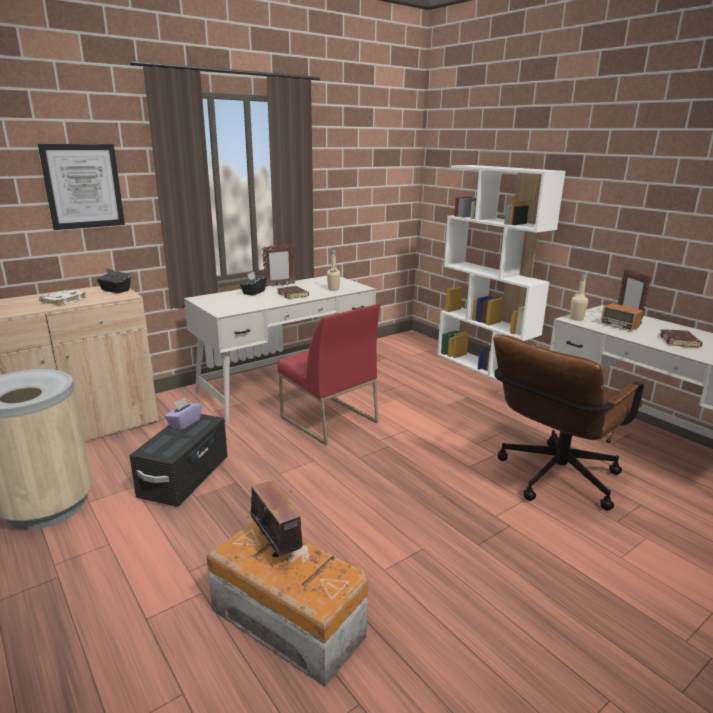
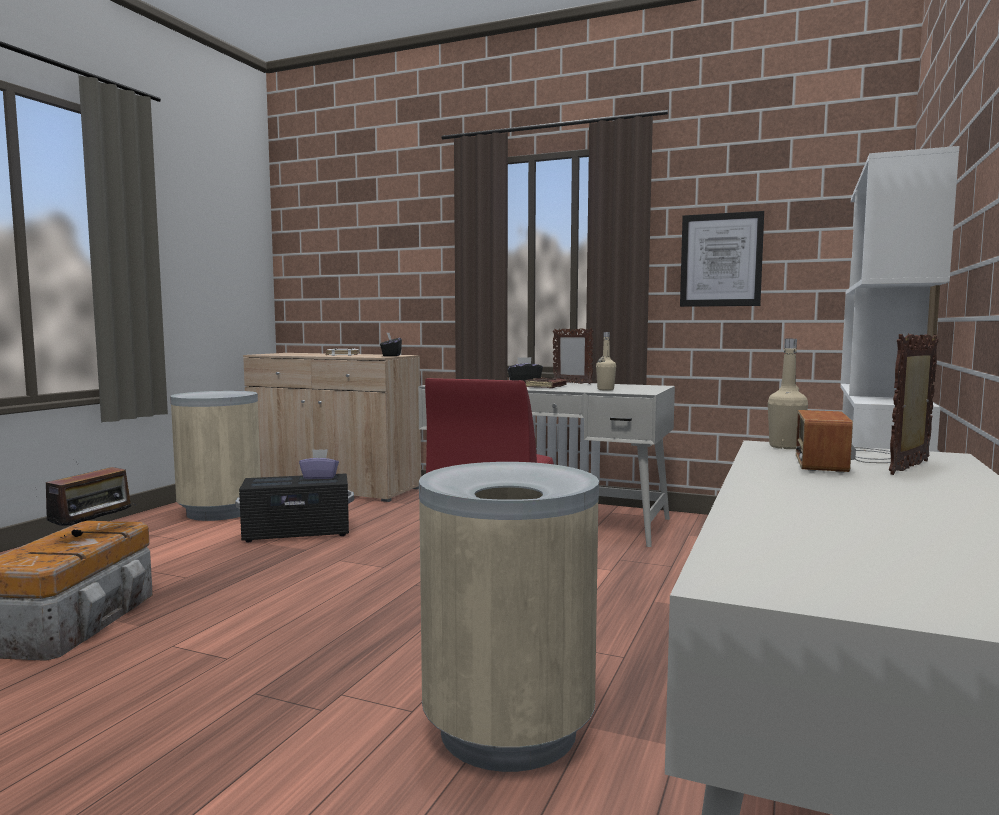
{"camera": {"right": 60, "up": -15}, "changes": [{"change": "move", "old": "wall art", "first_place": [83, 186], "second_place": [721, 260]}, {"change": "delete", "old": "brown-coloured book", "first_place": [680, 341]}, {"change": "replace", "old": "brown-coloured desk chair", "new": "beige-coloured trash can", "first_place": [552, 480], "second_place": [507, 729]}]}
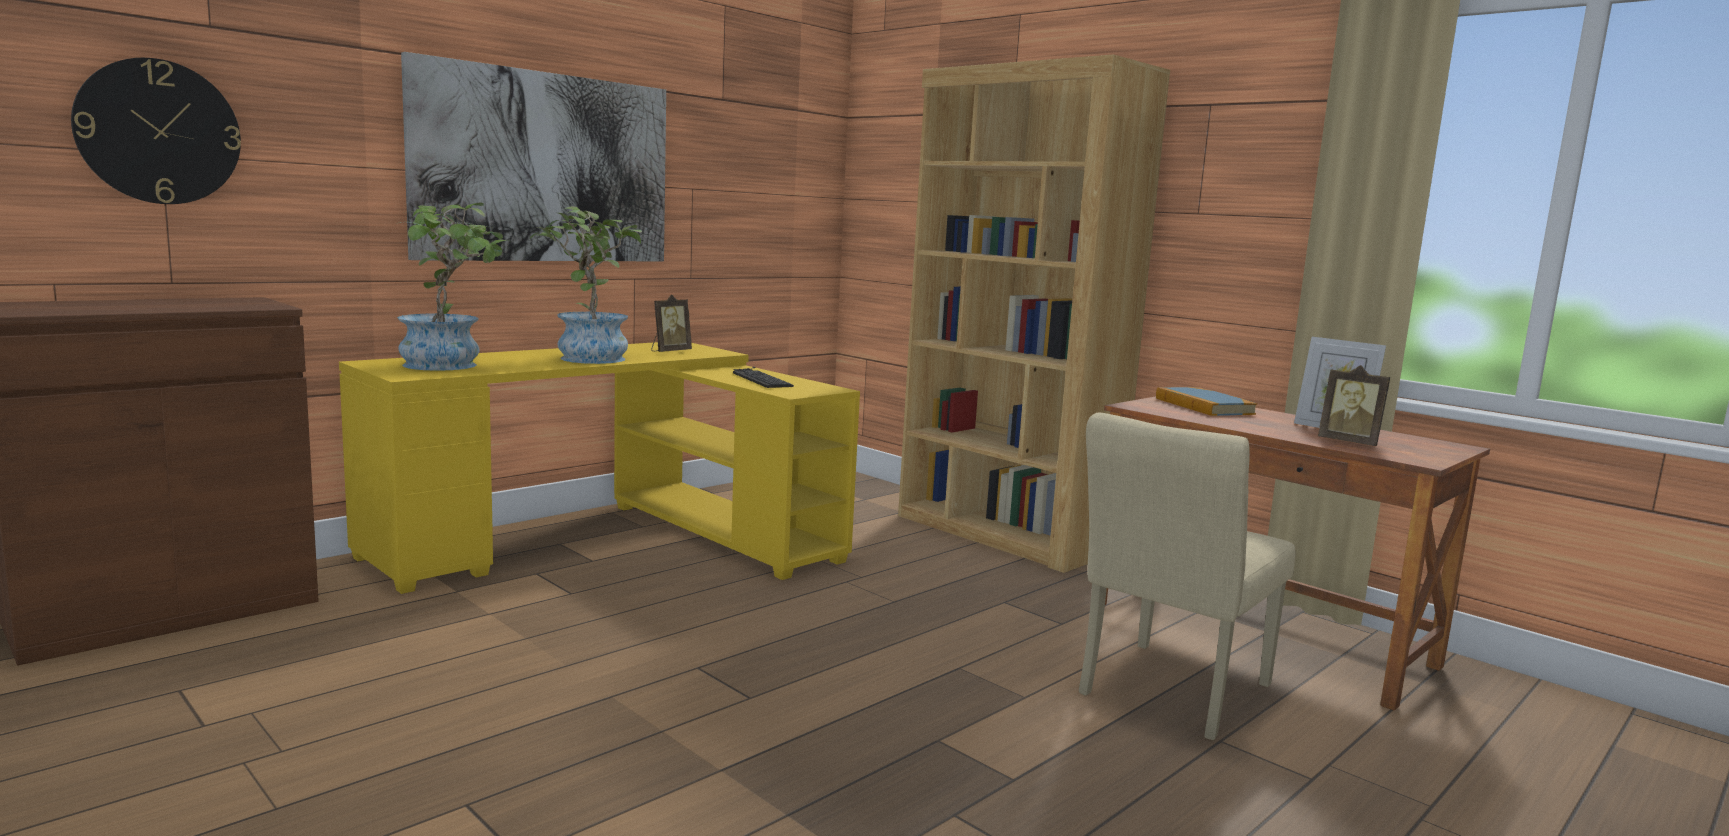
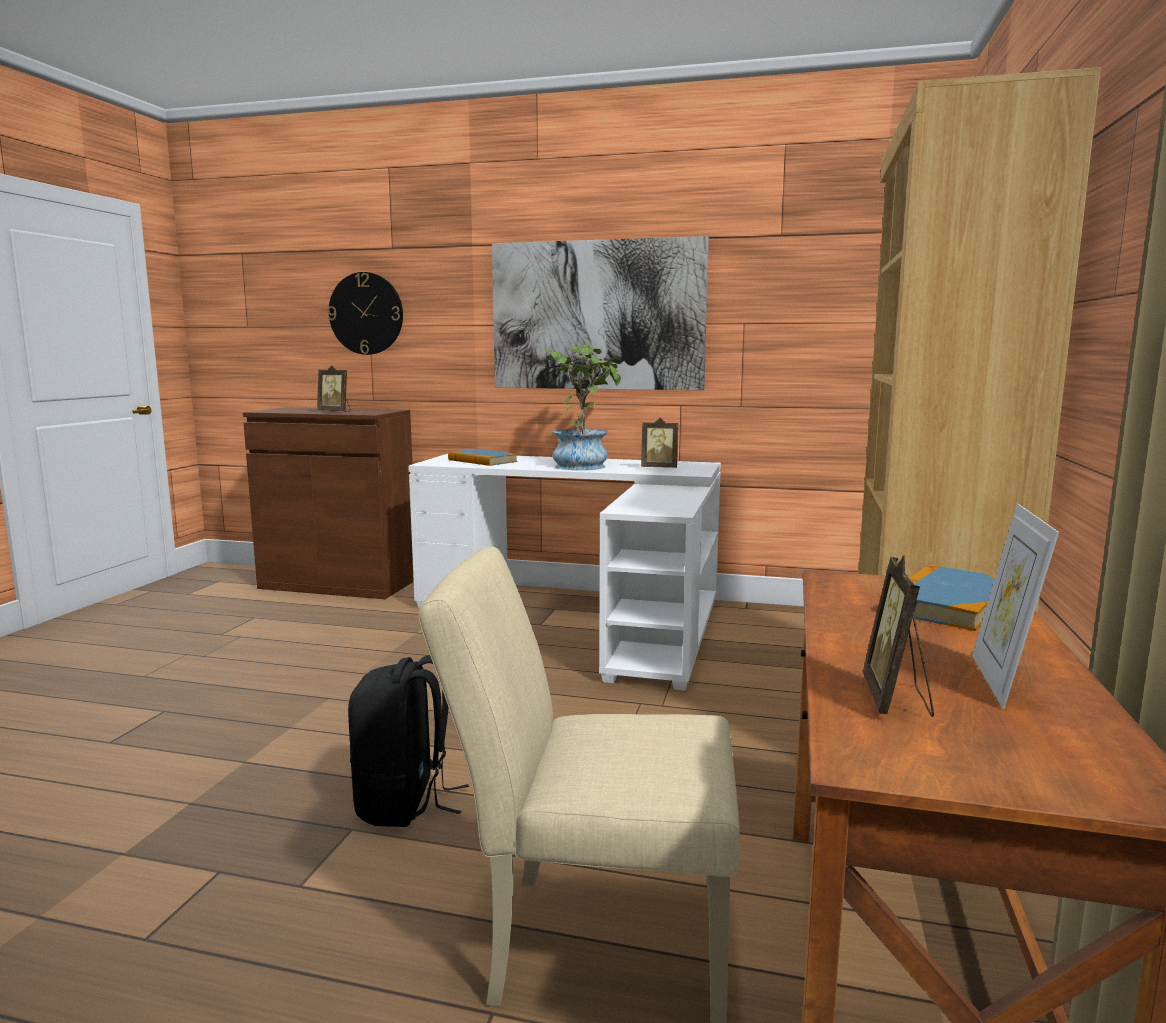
{"camera": {"right": 60, "up": 0}, "changes": [{"change": "replace", "old": "houseplant", "new": "book", "first_place": [452, 365], "second_place": [482, 461]}, {"change": "recolor", "old": "yellow-coloured desk", "new": "whitish desk", "first_place": [616, 540], "second_place": [588, 617]}, {"change": "delete", "old": "computer keyboard", "first_place": [759, 378]}, {"change": "insert", "new": "photo frame", "second_place": [335, 412]}, {"change": "insert", "new": "blackish backpack", "second_place": [405, 803]}]}
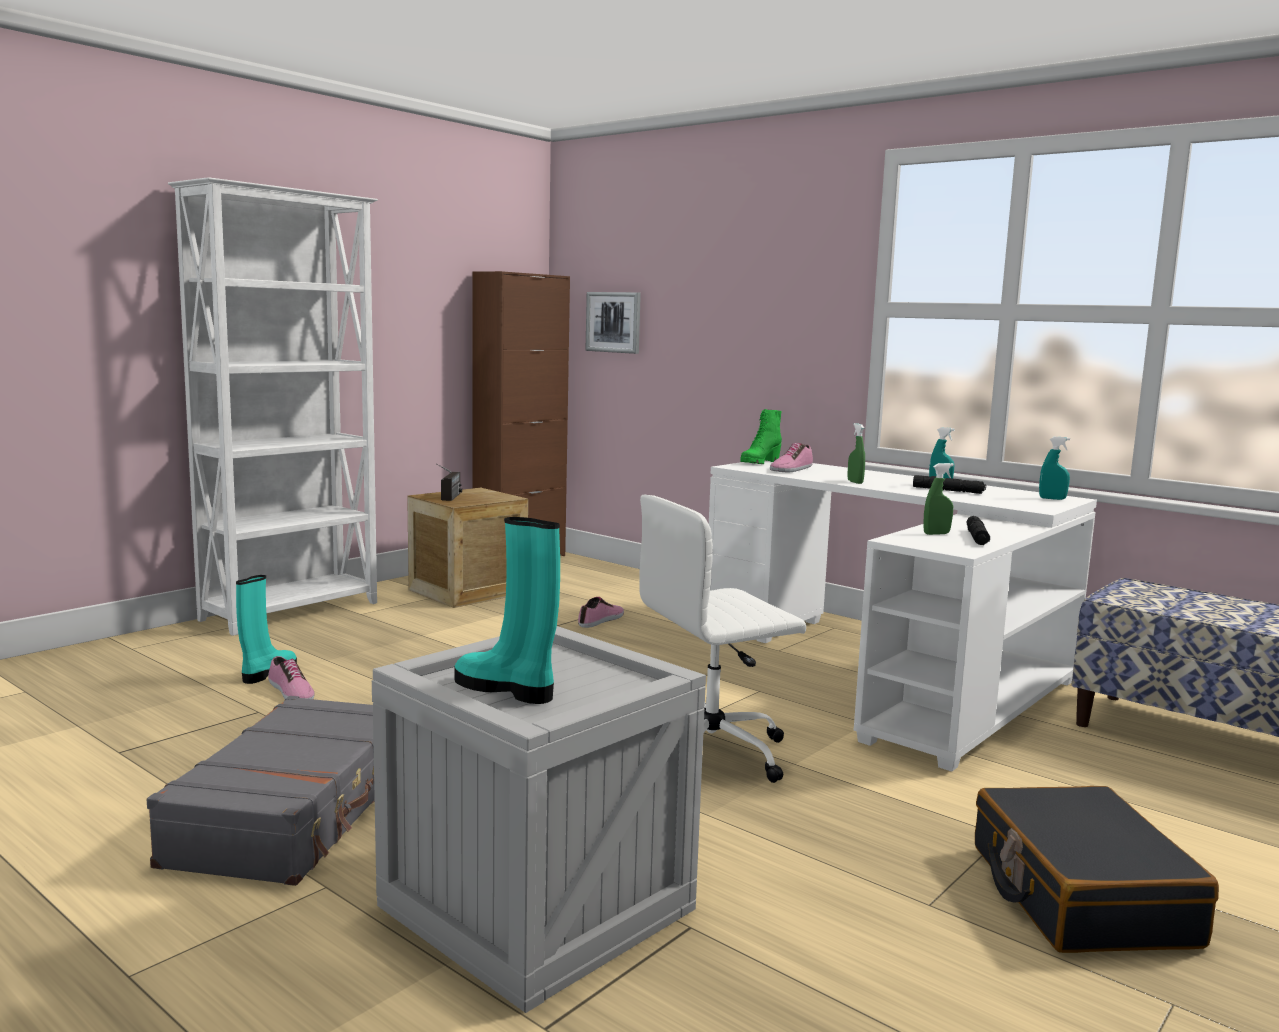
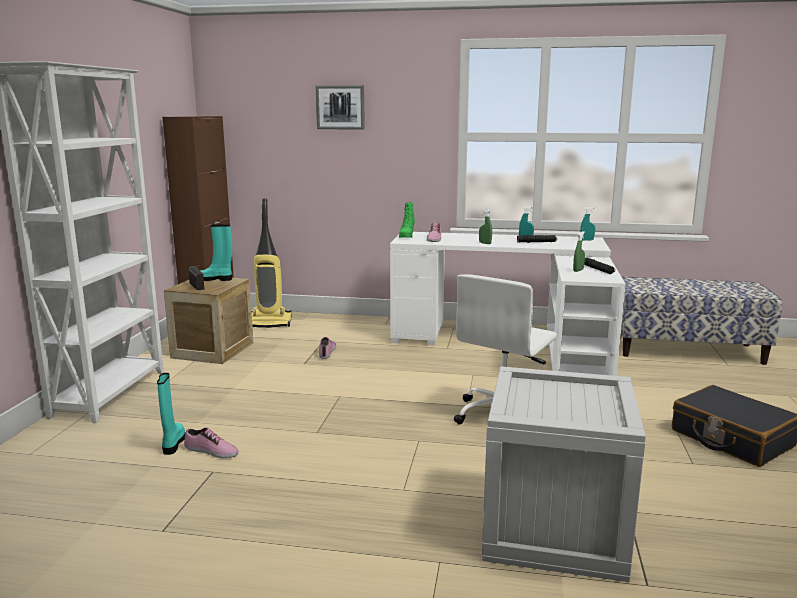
{"camera": {"right": -30, "up": 5}, "changes": [{"change": "move", "old": "wall art", "first_place": [613, 322], "second_place": [340, 107]}, {"change": "move", "old": "blue-green high-top boot", "first_place": [507, 689], "second_place": [215, 279]}, {"change": "delete", "old": "gray suitcase", "first_place": [296, 811]}, {"change": "insert", "new": "vacuum", "second_place": [269, 323]}]}
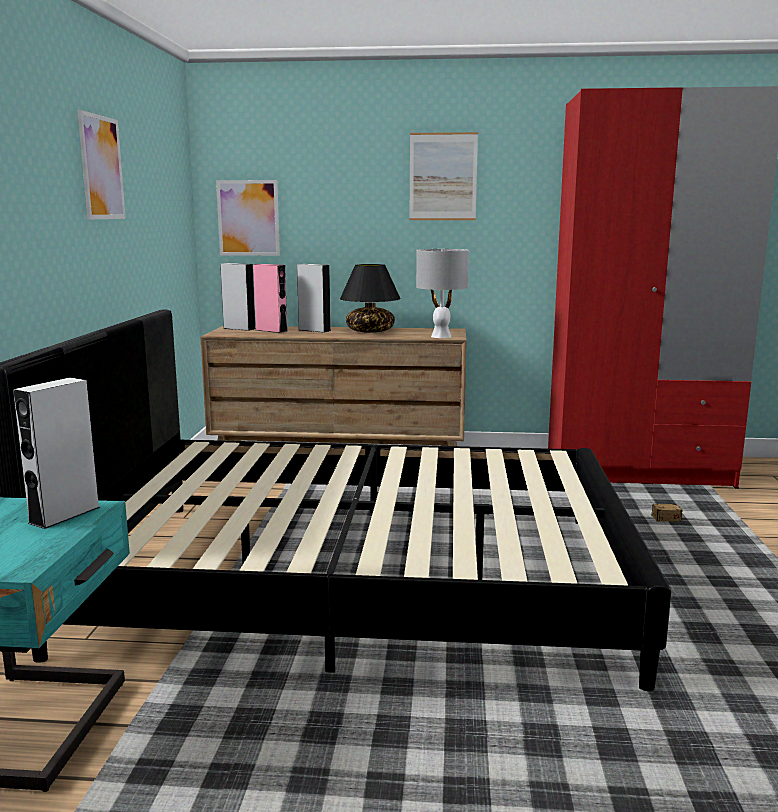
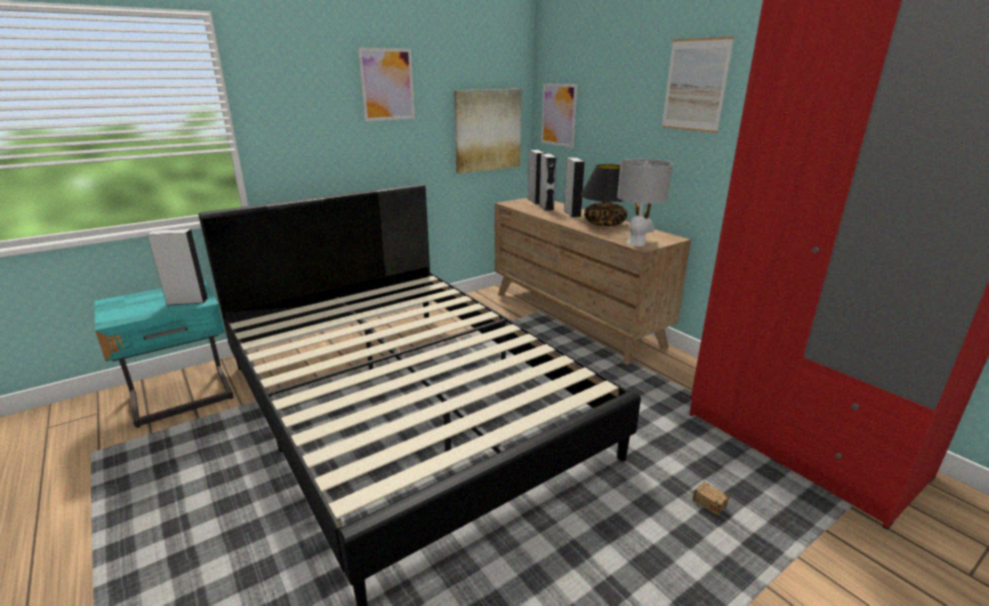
{"camera": {"right": 50, "up": 10}, "changes": [{"change": "recolor", "old": "pink audio speaker", "new": "gray audio speaker", "first_place": [271, 330], "second_place": [546, 207]}, {"change": "insert", "new": "wall art", "second_place": [487, 130]}]}
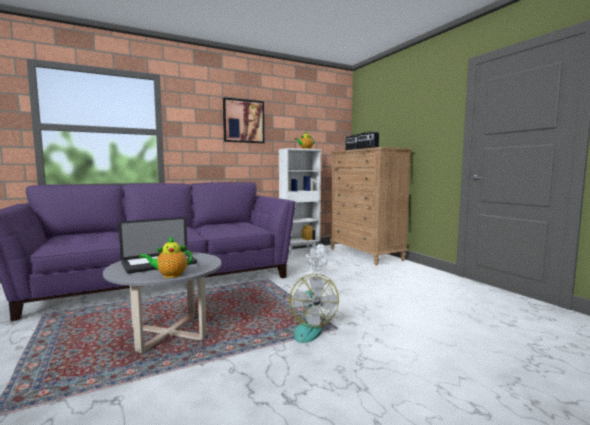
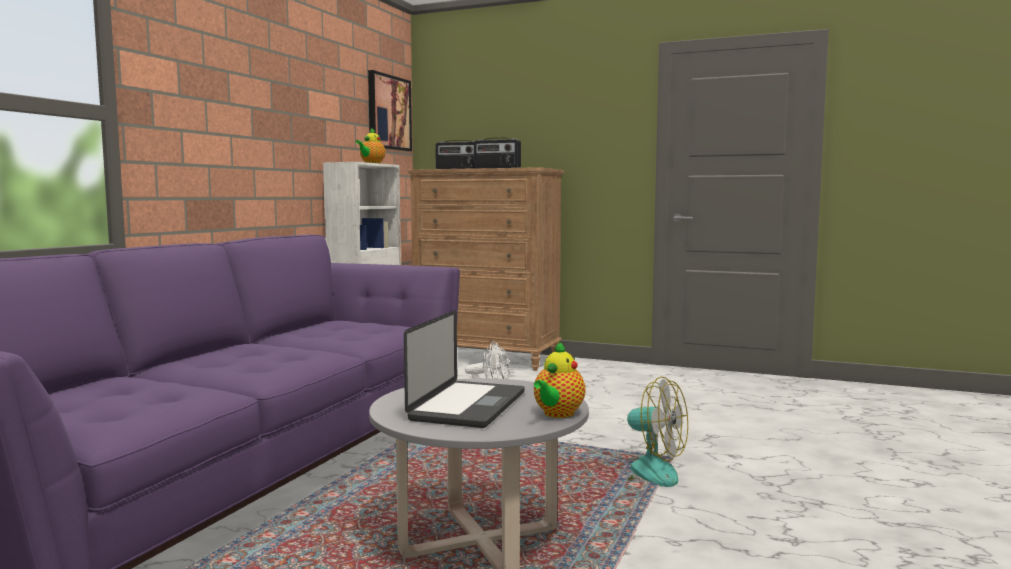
{"camera": {"right": -40, "up": 0}, "changes": [{"change": "move", "old": "wall art", "first_place": [243, 121], "second_place": [388, 112]}]}
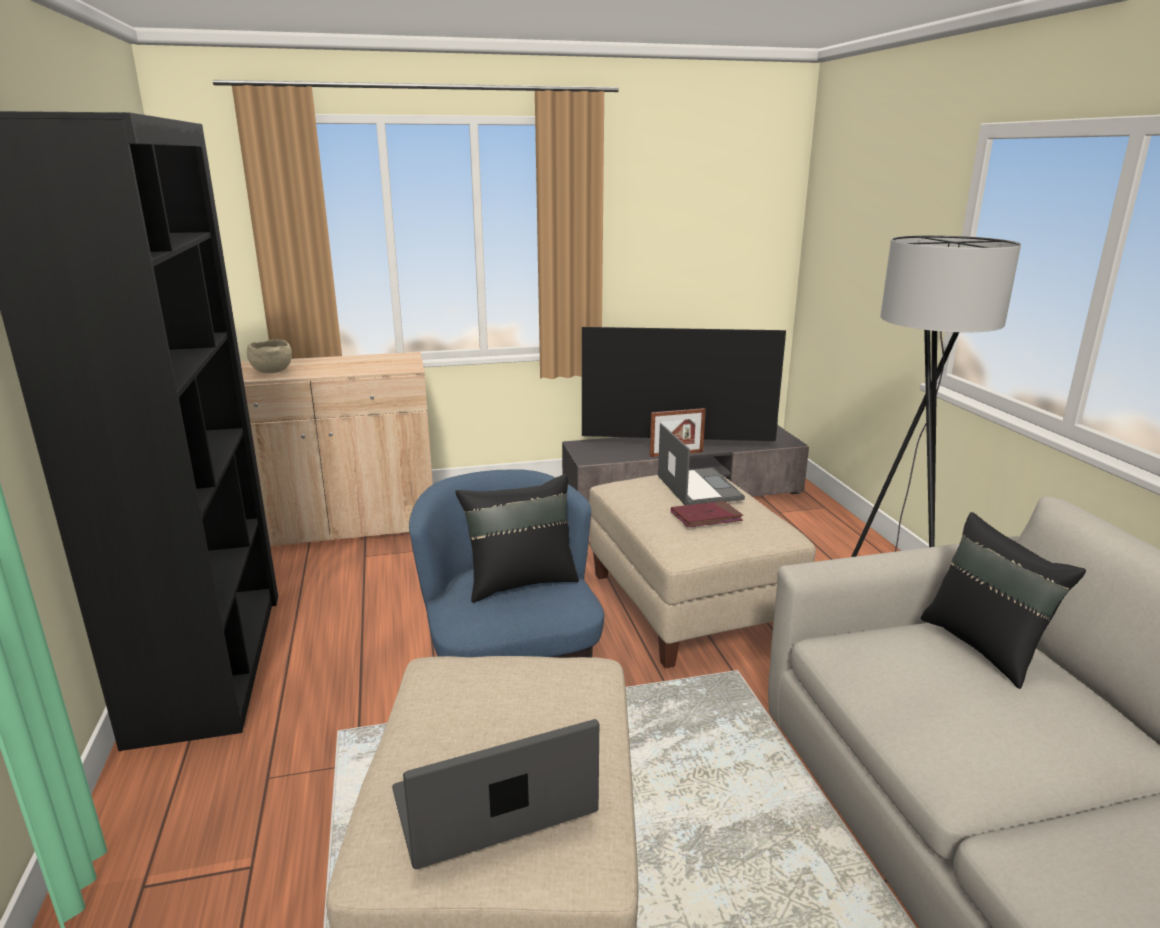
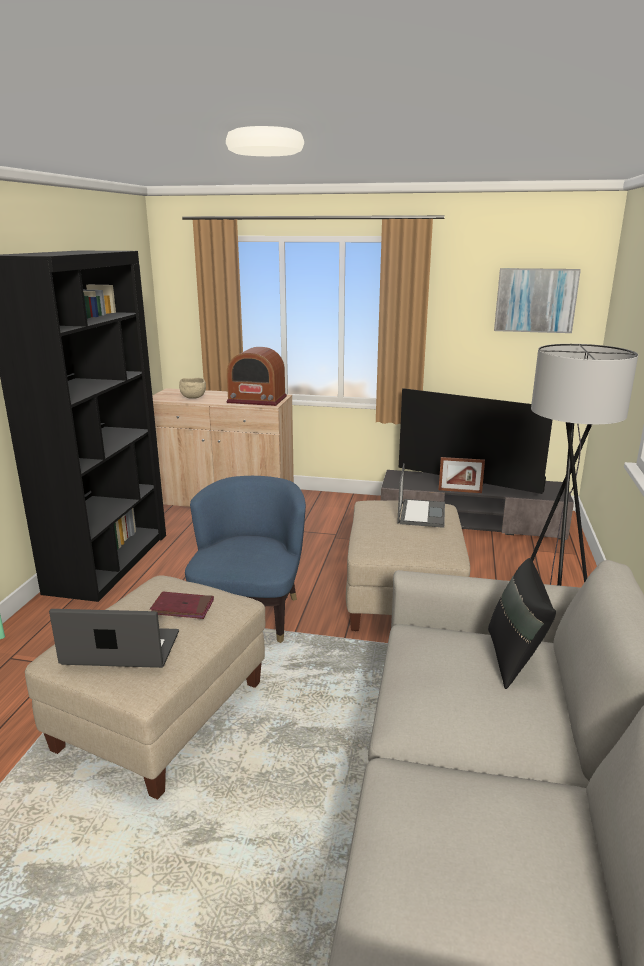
{"camera": {"right": 25, "up": 0}, "changes": [{"change": "delete", "old": "blackish cushion", "first_place": [520, 582]}, {"change": "move", "old": "red book", "first_place": [706, 517], "second_place": [182, 608]}, {"change": "insert", "new": "wall art", "second_place": [535, 300]}, {"change": "insert", "new": "radio set", "second_place": [257, 400]}]}
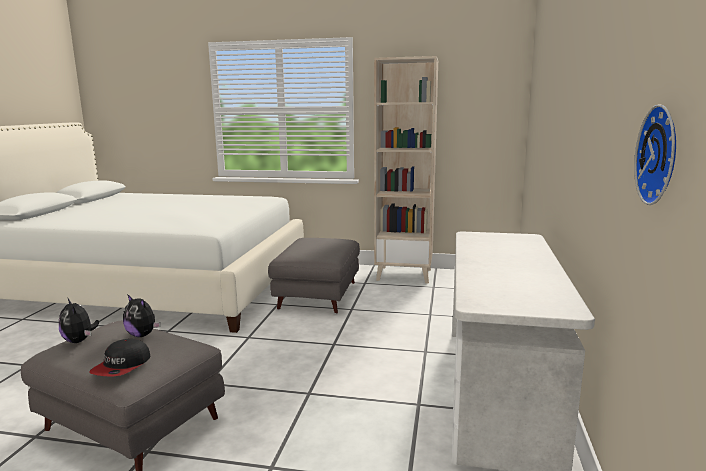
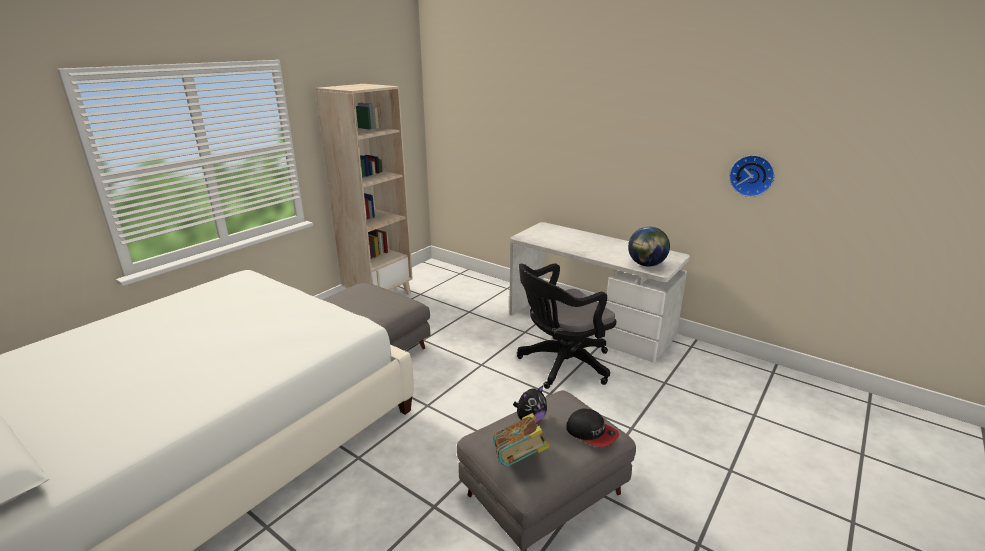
{"camera": {"right": -65, "up": 10}, "changes": [{"change": "replace", "old": "plush toy", "new": "book", "first_place": [80, 340], "second_place": [520, 459]}, {"change": "insert", "new": "desk globe", "second_place": [646, 265]}, {"change": "insert", "new": "blackish desk chair", "second_place": [561, 365]}]}
